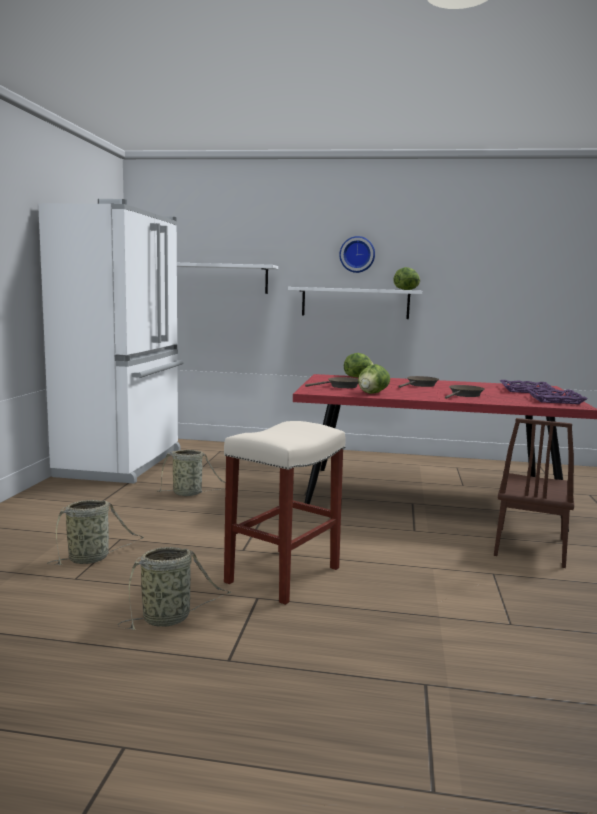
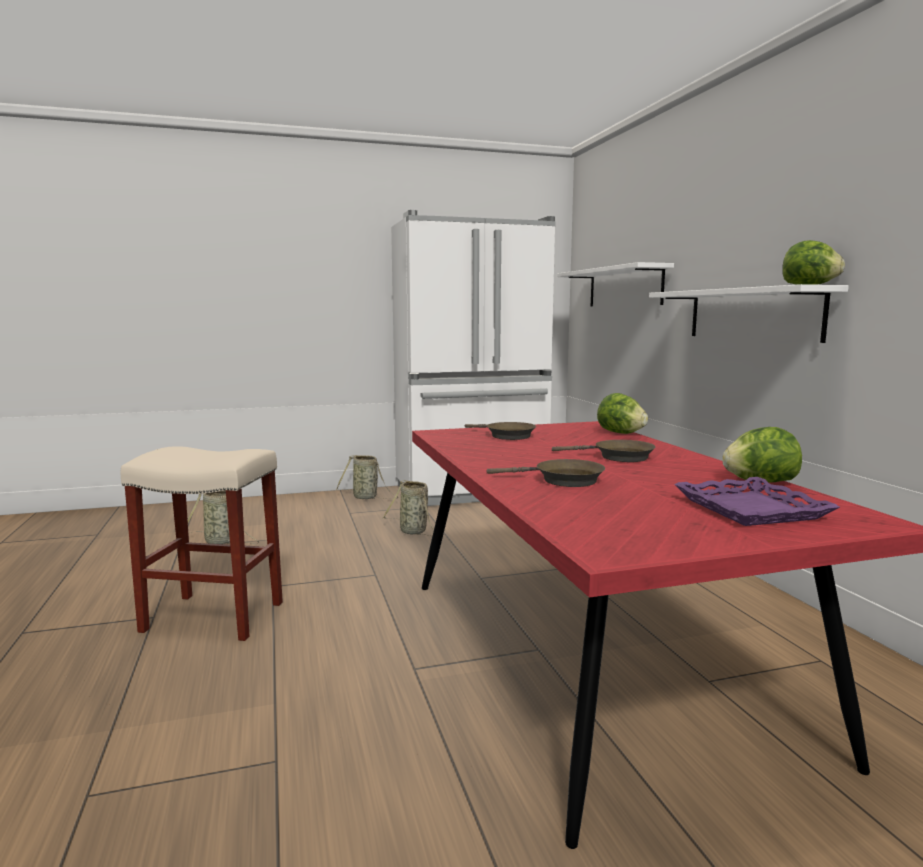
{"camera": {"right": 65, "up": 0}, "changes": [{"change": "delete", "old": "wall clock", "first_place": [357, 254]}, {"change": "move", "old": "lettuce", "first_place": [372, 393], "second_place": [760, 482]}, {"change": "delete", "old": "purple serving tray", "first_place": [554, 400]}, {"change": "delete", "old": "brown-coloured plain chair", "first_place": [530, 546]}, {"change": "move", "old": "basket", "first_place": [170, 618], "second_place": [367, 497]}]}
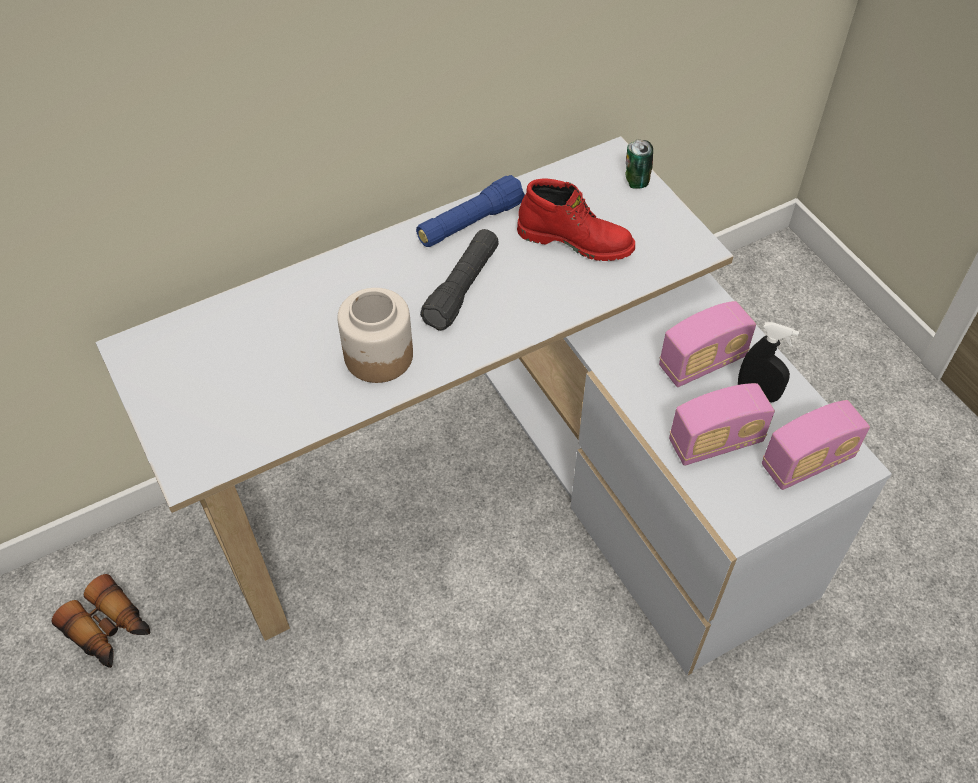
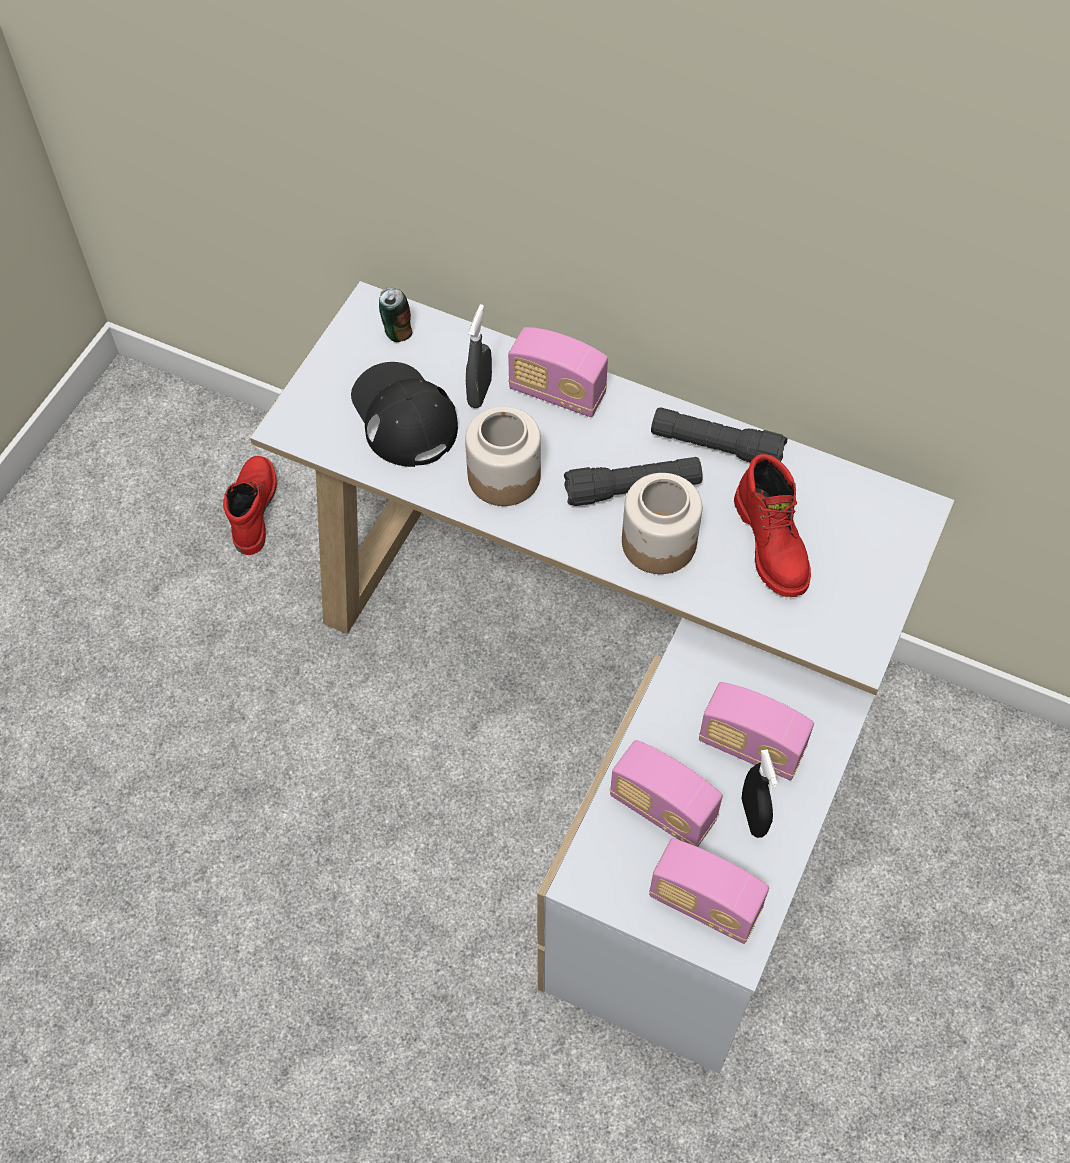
{"camera": {"right": 55, "up": 5}, "changes": [{"change": "move", "old": "sealed can", "first_place": [636, 182], "second_place": [397, 332]}, {"change": "recolor", "old": "blue-coloured hand torch", "new": "blackish hand torch", "first_place": [470, 223], "second_place": [716, 447]}, {"change": "replace", "old": "field glasses", "new": "red high-top boot", "first_place": [109, 630], "second_place": [252, 509]}, {"change": "insert", "new": "gray spray bottle", "second_place": [479, 393]}, {"change": "insert", "new": "radio set", "second_place": [557, 392]}, {"change": "insert", "new": "blackish peaked cap", "second_place": [403, 416]}, {"change": "insert", "new": "preserve jar", "second_place": [660, 543]}]}
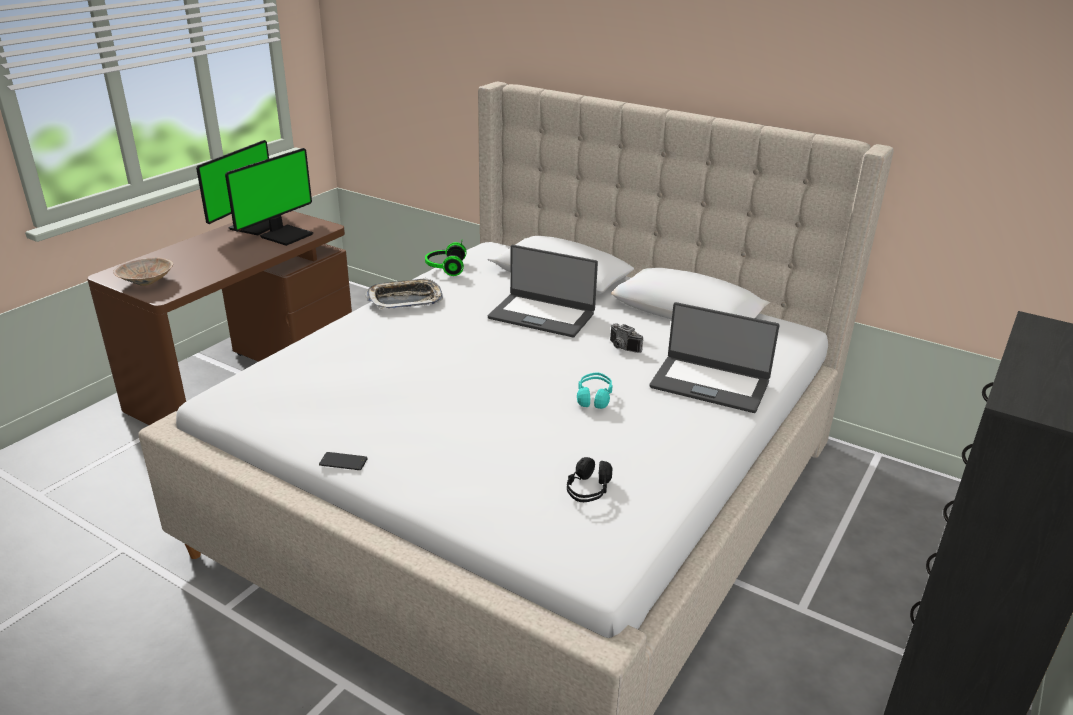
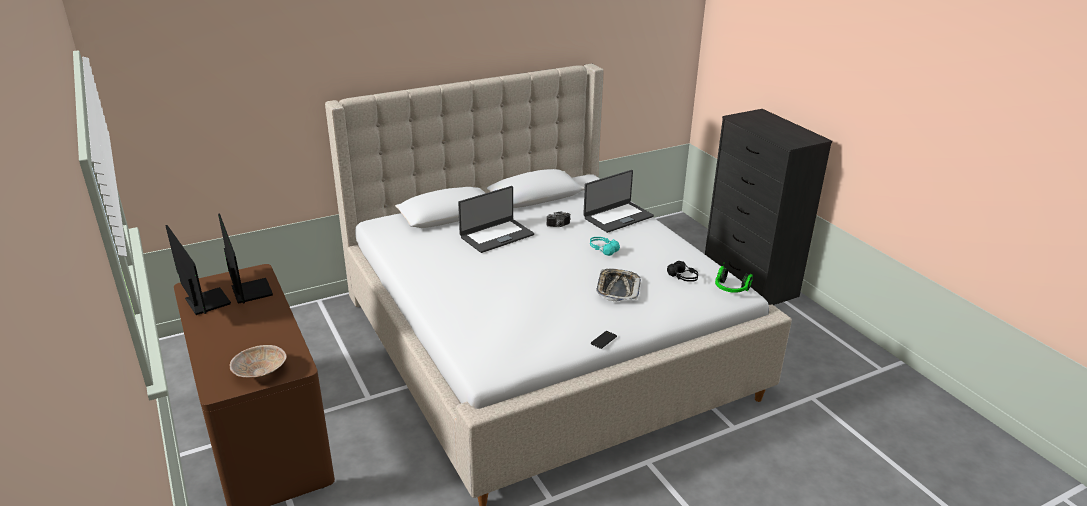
{"camera": {"right": -60, "up": 0}, "changes": [{"change": "move", "old": "pair of headphones", "first_place": [445, 268], "second_place": [730, 289]}, {"change": "move", "old": "serving tray", "first_place": [405, 299], "second_place": [617, 288]}]}
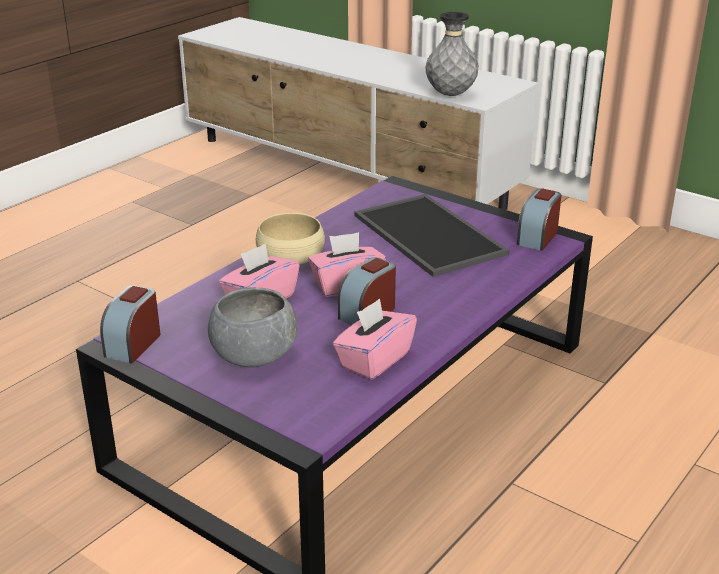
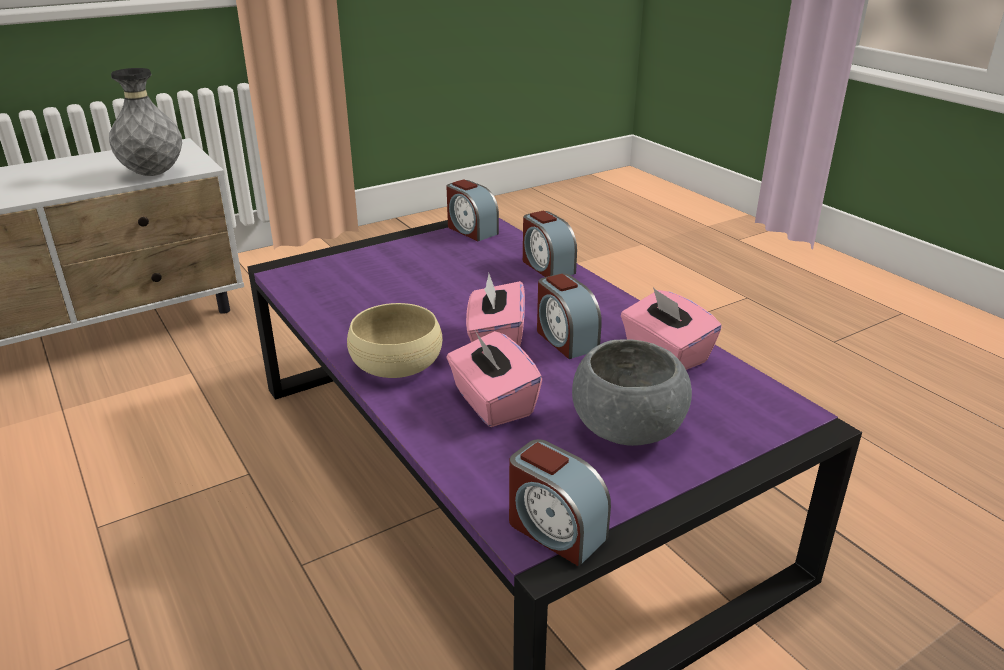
{"camera": {"right": -70, "up": 0}, "changes": [{"change": "delete", "old": "serving tray", "first_place": [431, 234]}, {"change": "insert", "new": "table clock", "second_place": [547, 266]}]}
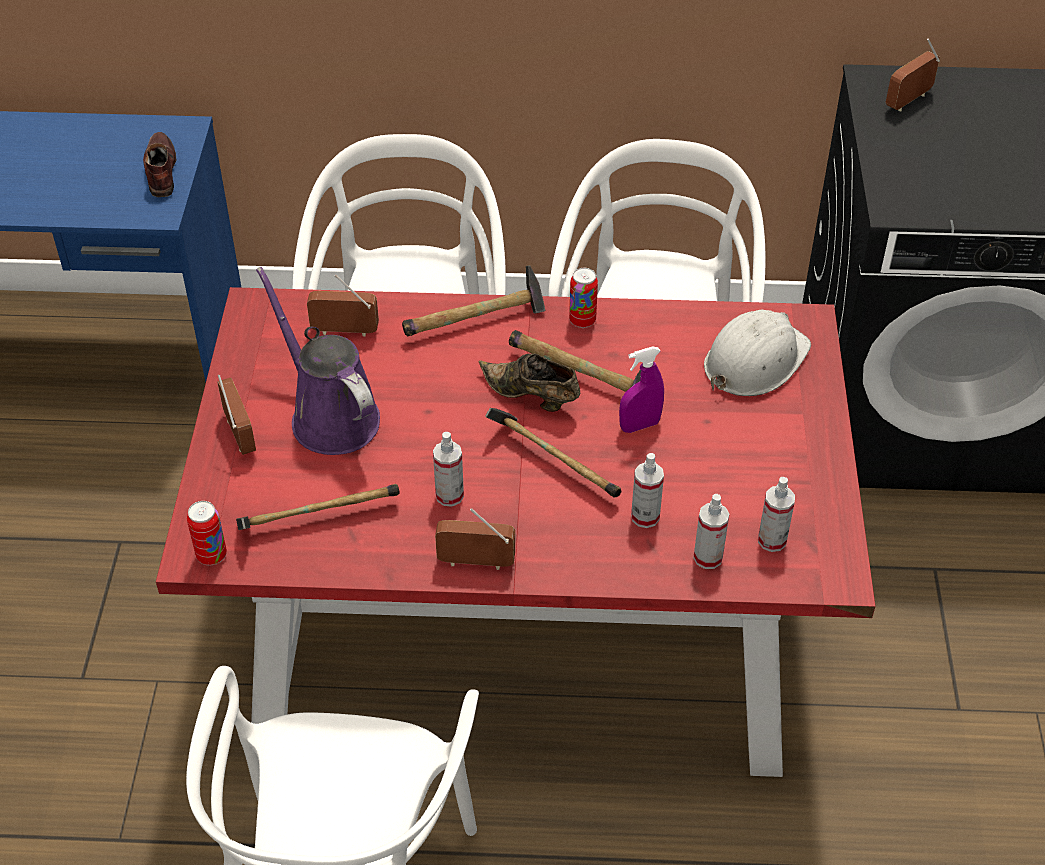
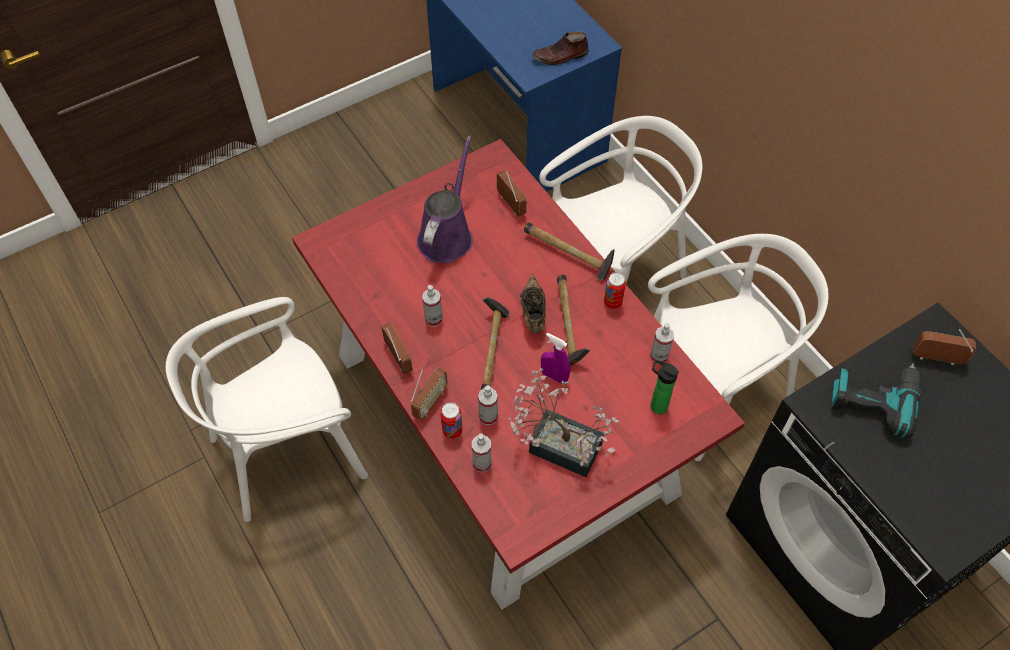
{"camera": {"right": 55, "up": 10}, "changes": [{"change": "rotate", "old": "brown-coloured low shoe", "first_place": [160, 171], "second_place": [560, 56], "degrees": -150}, {"change": "replace", "old": "whitish safety helmet", "new": "beverage bottle", "first_place": [754, 360], "second_place": [656, 405]}, {"change": "move", "old": "radio set", "first_place": [239, 435], "second_place": [430, 402]}, {"change": "move", "old": "spray bottle", "first_place": [772, 540], "second_place": [659, 356]}, {"change": "delete", "old": "hammer", "first_place": [314, 520]}, {"change": "move", "old": "sealed can", "first_place": [212, 555], "second_place": [452, 431]}, {"change": "insert", "new": "electric drill", "second_place": [873, 398]}, {"change": "insert", "new": "houseplant", "second_place": [557, 443]}]}
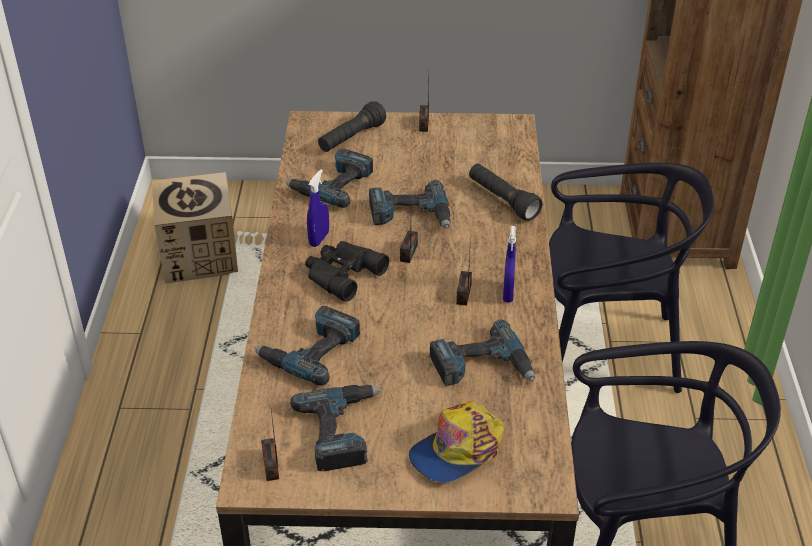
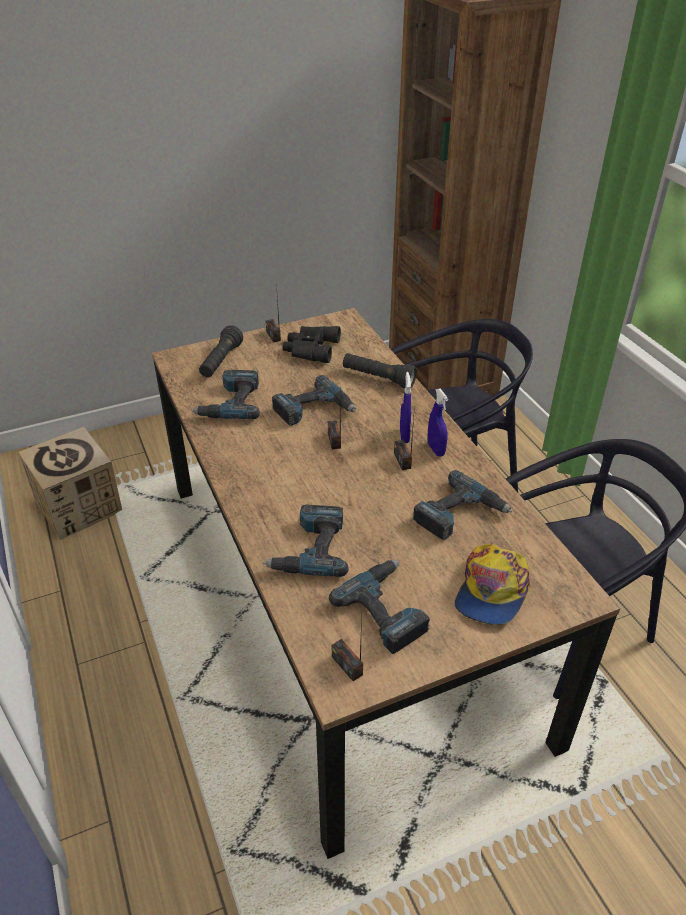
{"camera": {"right": -25, "up": 0}, "changes": [{"change": "move", "old": "blue-coloured spray bottle", "first_place": [319, 239], "second_place": [404, 436]}, {"change": "move", "old": "blackish field glasses", "first_place": [341, 274], "second_place": [310, 349]}]}
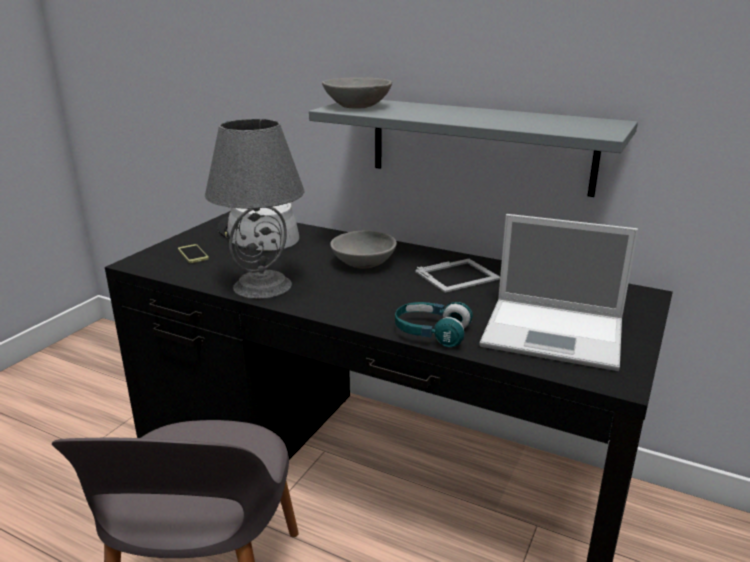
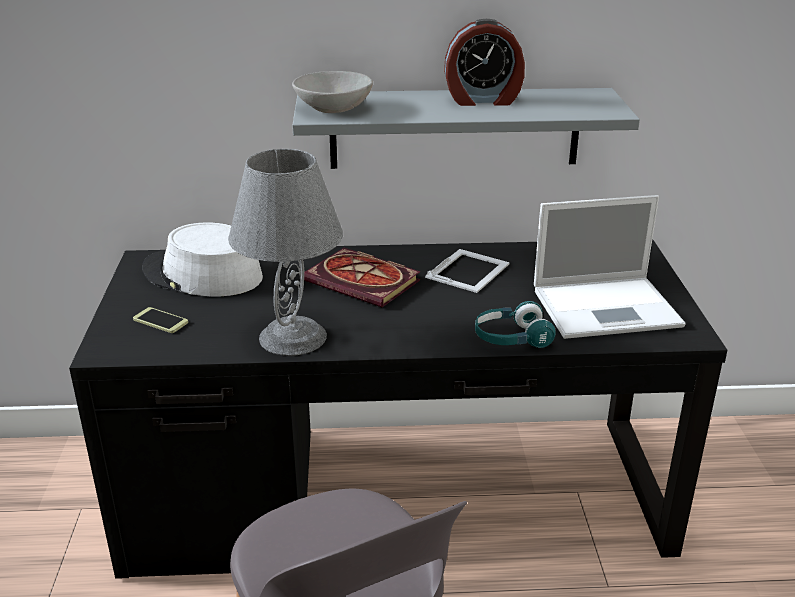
{"camera": {"right": -30, "up": 5}, "changes": [{"change": "replace", "old": "gray deep dish", "new": "book", "first_place": [364, 263], "second_place": [365, 281]}, {"change": "insert", "new": "table clock", "second_place": [483, 100]}]}
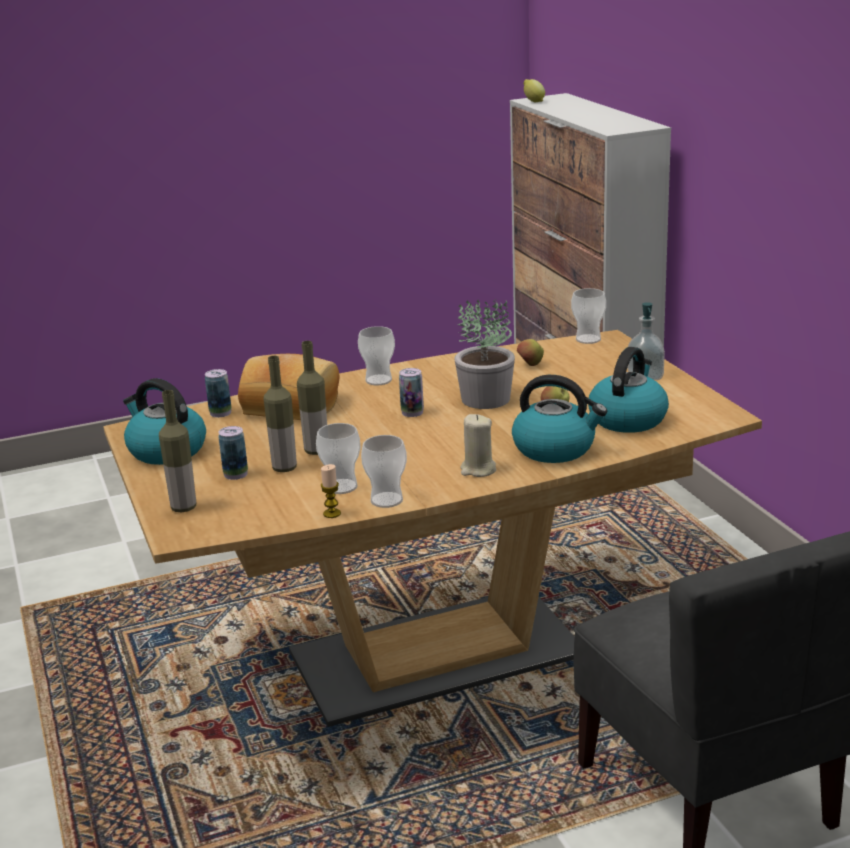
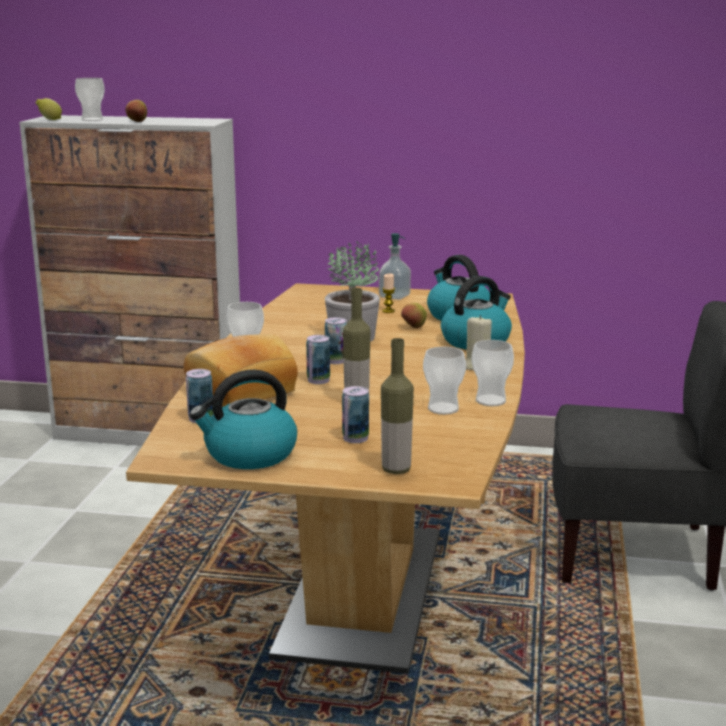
{"camera": {"right": -60, "up": -5}, "changes": [{"change": "move", "old": "cup", "first_place": [588, 339], "second_place": [92, 119]}, {"change": "move", "old": "apple fruit", "first_place": [530, 365], "second_place": [137, 122]}, {"change": "delete", "old": "beverage bottle", "first_place": [284, 468]}, {"change": "move", "old": "candle", "first_place": [332, 513], "second_place": [388, 311]}, {"change": "insert", "new": "sealed can", "second_place": [318, 380]}]}
